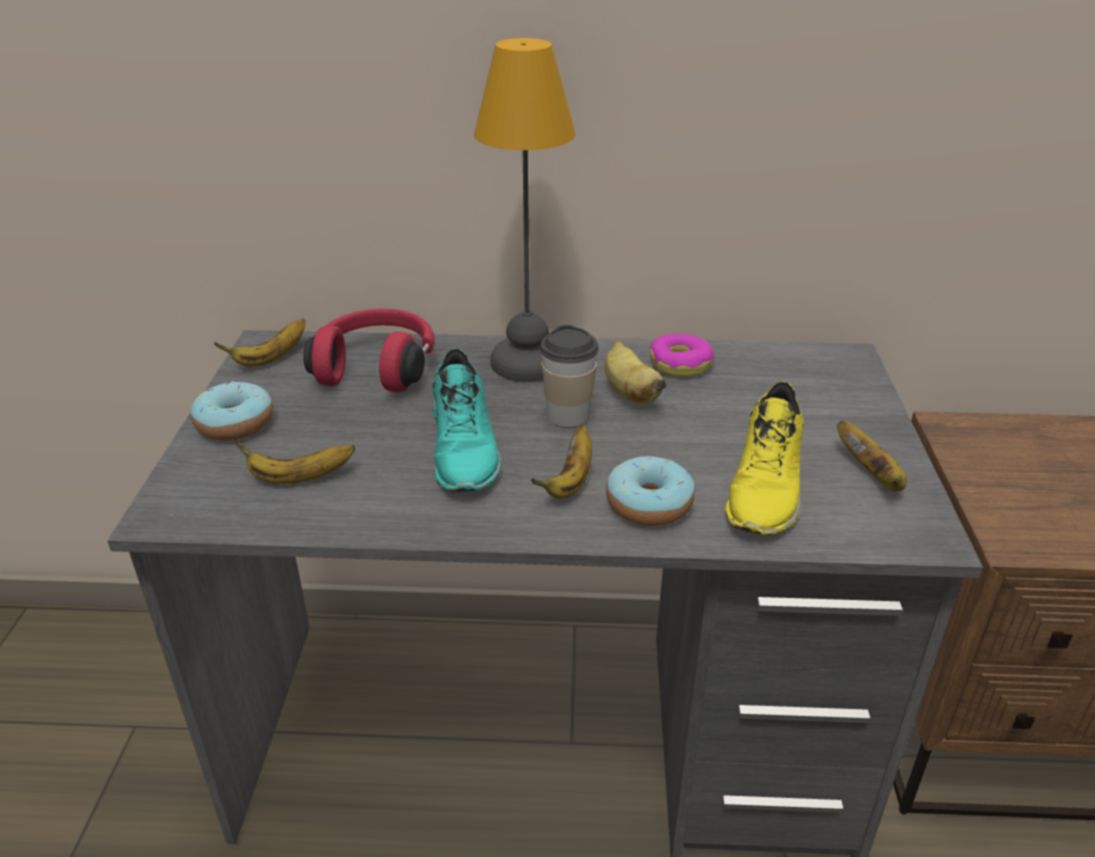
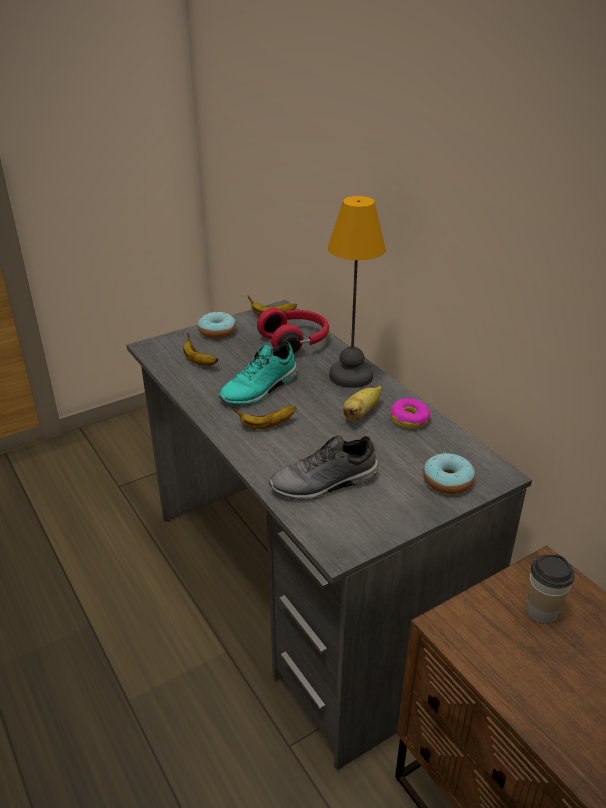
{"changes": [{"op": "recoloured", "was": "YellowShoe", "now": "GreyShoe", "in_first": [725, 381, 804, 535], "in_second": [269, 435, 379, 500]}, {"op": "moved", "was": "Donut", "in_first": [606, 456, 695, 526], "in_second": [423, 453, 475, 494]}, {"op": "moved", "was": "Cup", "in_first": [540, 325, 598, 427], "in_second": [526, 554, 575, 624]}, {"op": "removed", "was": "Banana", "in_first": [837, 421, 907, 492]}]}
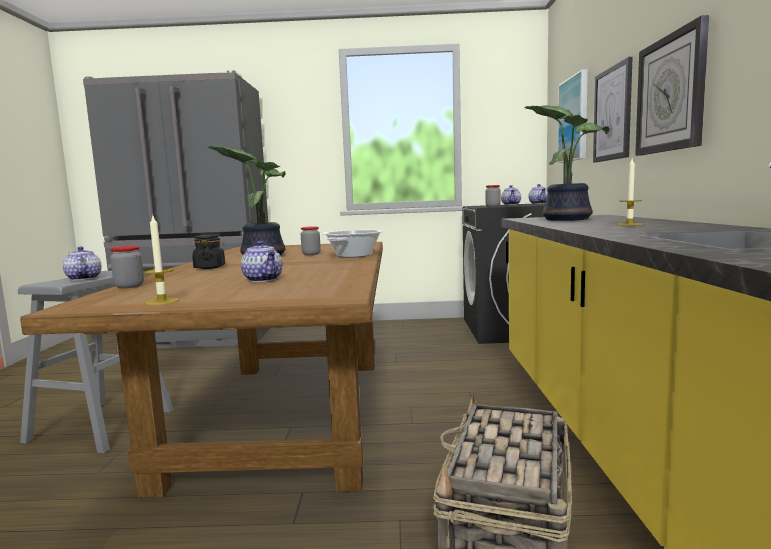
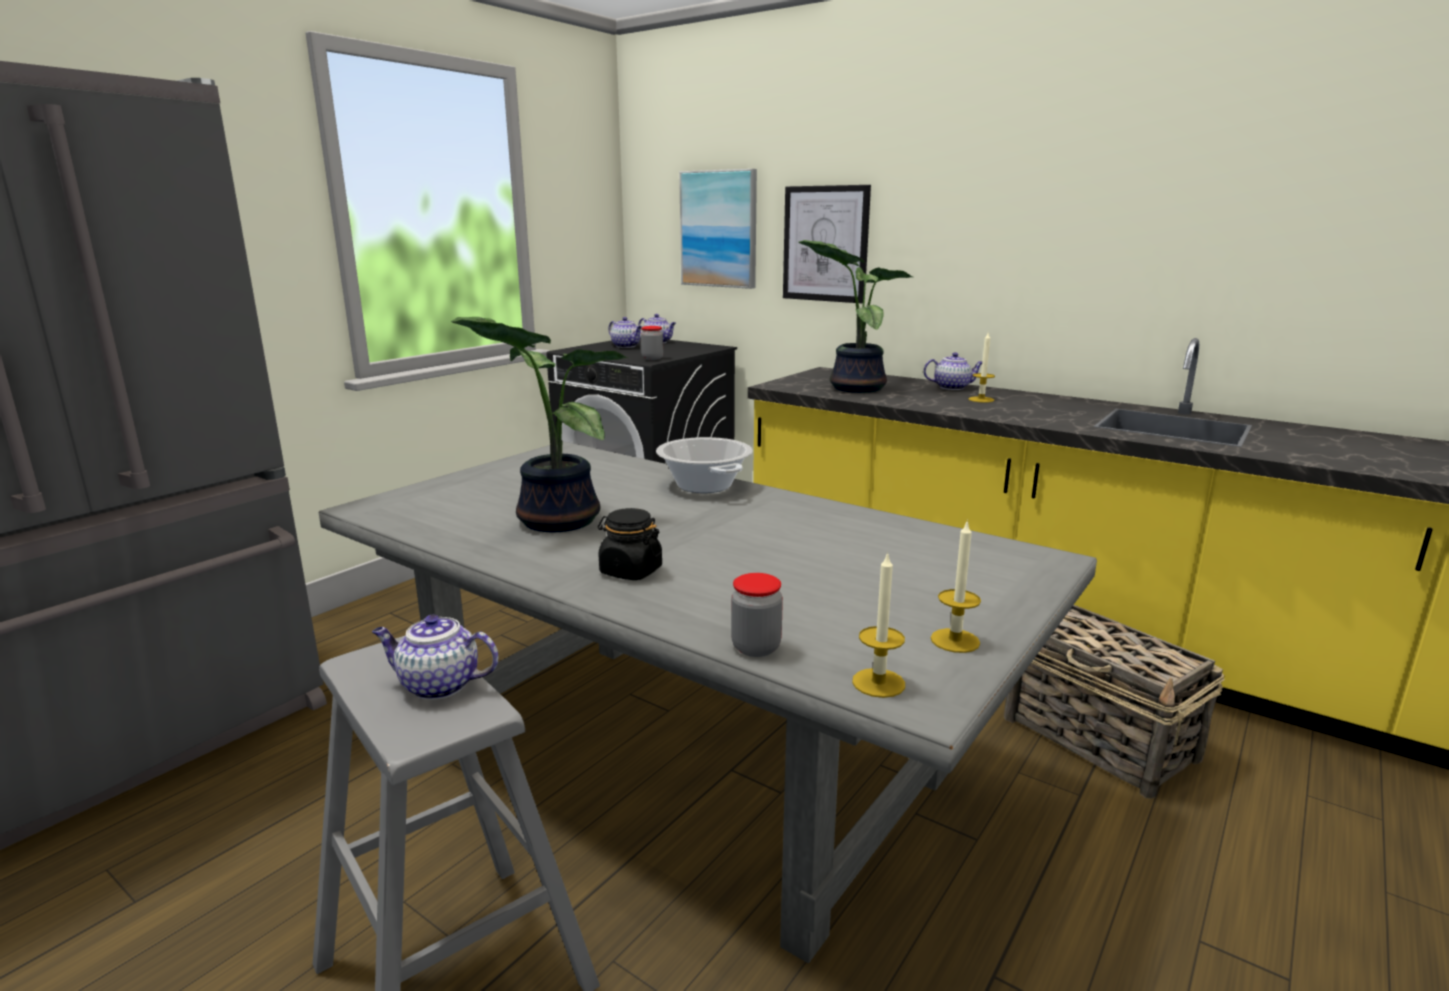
{"changes": [{"op": "recoloured", "was": "BrownDiningTable", "now": "GreyDiningTable", "in_first": [20, 242, 383, 498], "in_second": [319, 441, 1097, 963]}, {"op": "added", "now": "Candle", "in_second": [852, 552, 905, 698]}, {"op": "moved", "was": "Teapot", "in_first": [241, 241, 282, 282], "in_second": [923, 352, 982, 390]}, {"op": "removed", "was": "Jar", "in_first": [301, 226, 321, 255]}, {"op": "removed", "was": "WallClock", "in_first": [635, 15, 709, 156]}]}
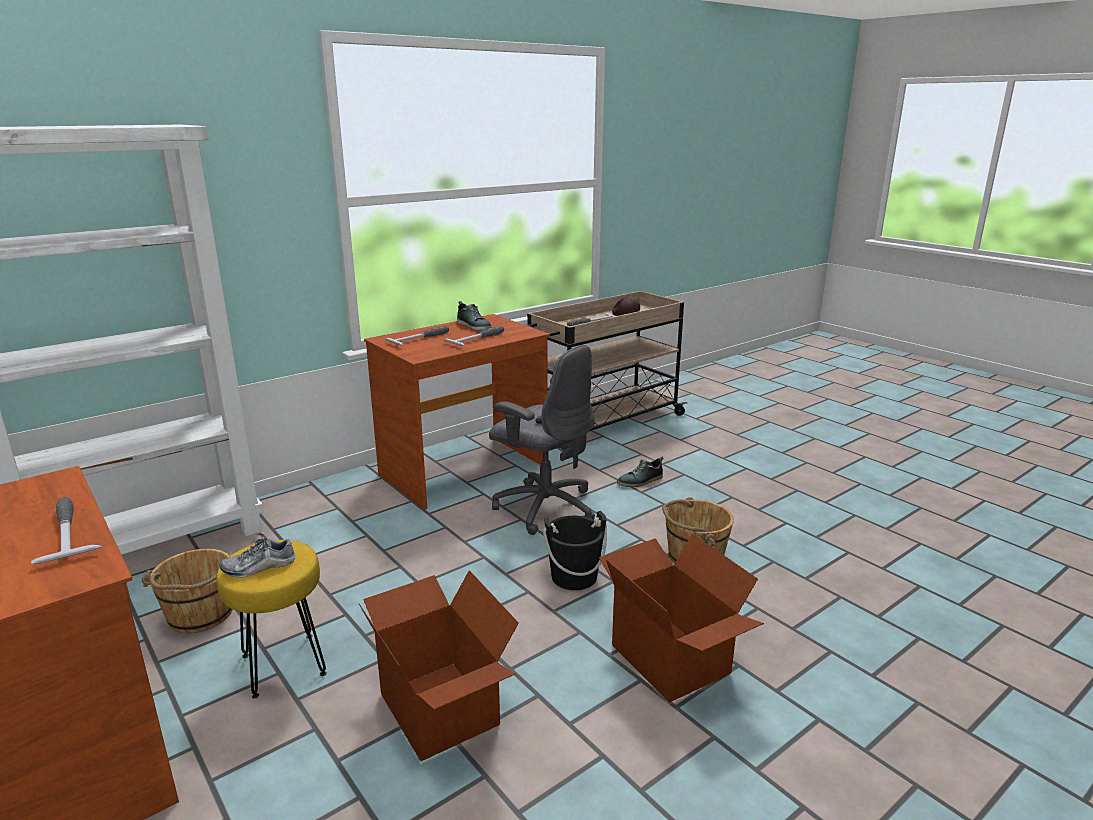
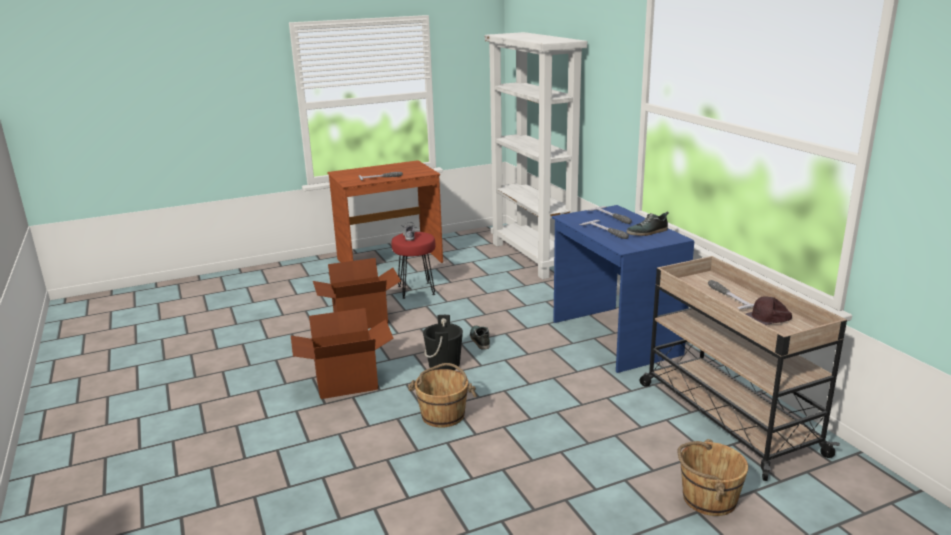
{"changes": [{"op": "recoloured", "was": "YellowStool", "now": "RedStool", "in_first": [216, 540, 327, 698], "in_second": [391, 232, 435, 299]}, {"op": "moved", "was": "Shoe", "in_first": [617, 457, 663, 487], "in_second": [470, 326, 490, 350]}, {"op": "recoloured", "was": "BrownDesk", "now": "BlueDesk", "in_first": [364, 314, 550, 510], "in_second": [552, 205, 694, 373]}, {"op": "moved", "was": "BrownBucket", "in_first": [141, 549, 232, 633], "in_second": [677, 439, 748, 516]}, {"op": "removed", "was": "GreyOfficeChair", "in_first": [489, 345, 595, 535]}]}
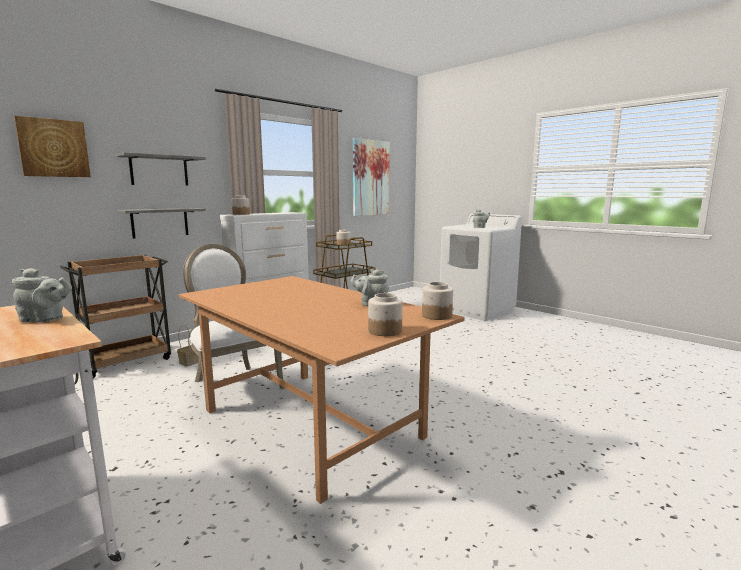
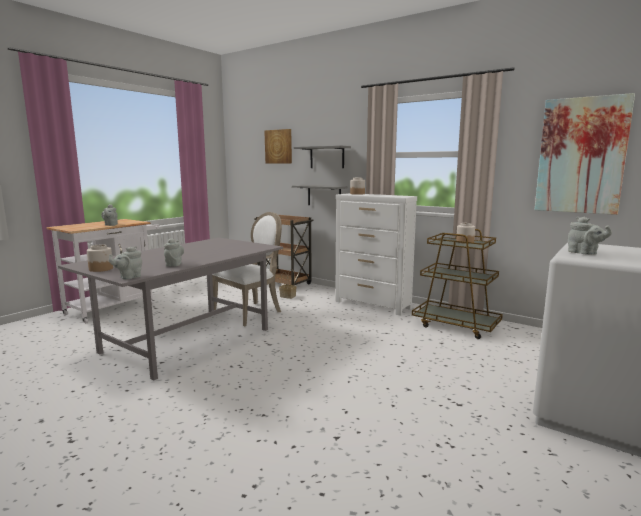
{"changes": [{"op": "recoloured", "was": "BrownDiningTable", "now": "GreyDiningTable", "in_first": [179, 276, 465, 504], "in_second": [58, 238, 283, 380]}, {"op": "replaced", "was": "Jar", "now": "GreyTeapot", "in_first": [422, 282, 453, 320], "in_second": [109, 246, 142, 280]}]}
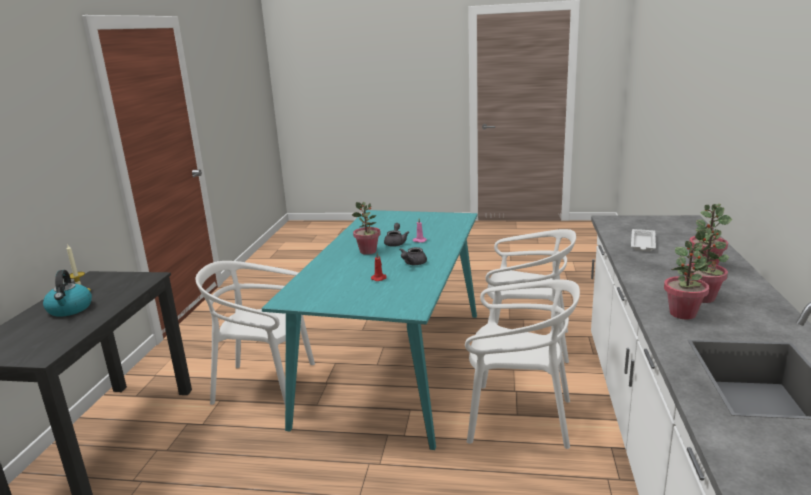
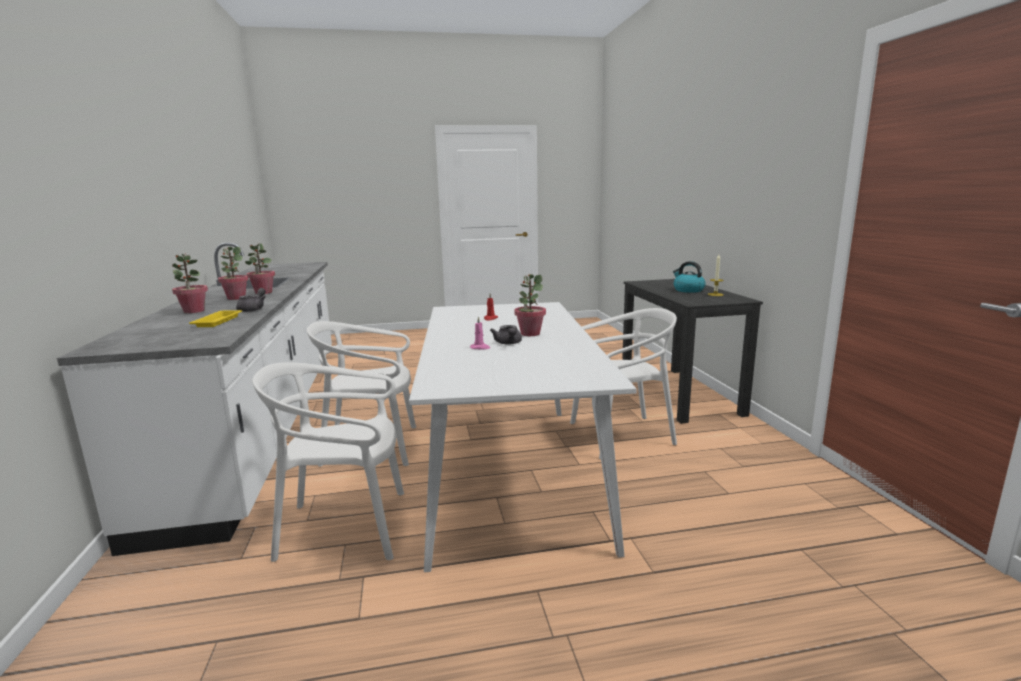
{"changes": [{"op": "recoloured", "was": "WhiteTray", "now": "YellowTray", "in_first": [631, 229, 656, 251], "in_second": [189, 310, 242, 327]}, {"op": "moved", "was": "GreyTeapot", "in_first": [400, 247, 427, 265], "in_second": [236, 288, 266, 312]}, {"op": "recoloured", "was": "TurquoiseDiningTable", "now": "WhiteDiningTable", "in_first": [261, 210, 477, 450], "in_second": [409, 302, 637, 572]}]}
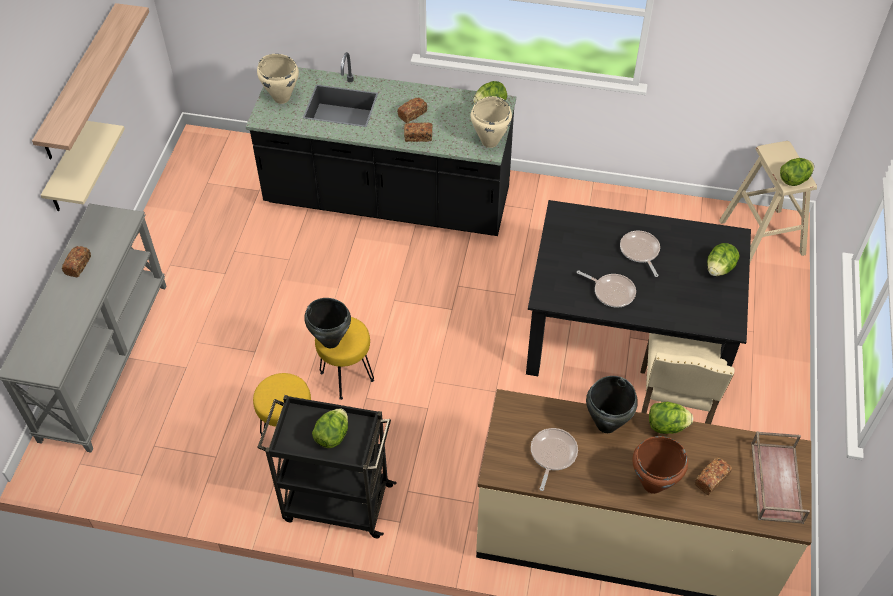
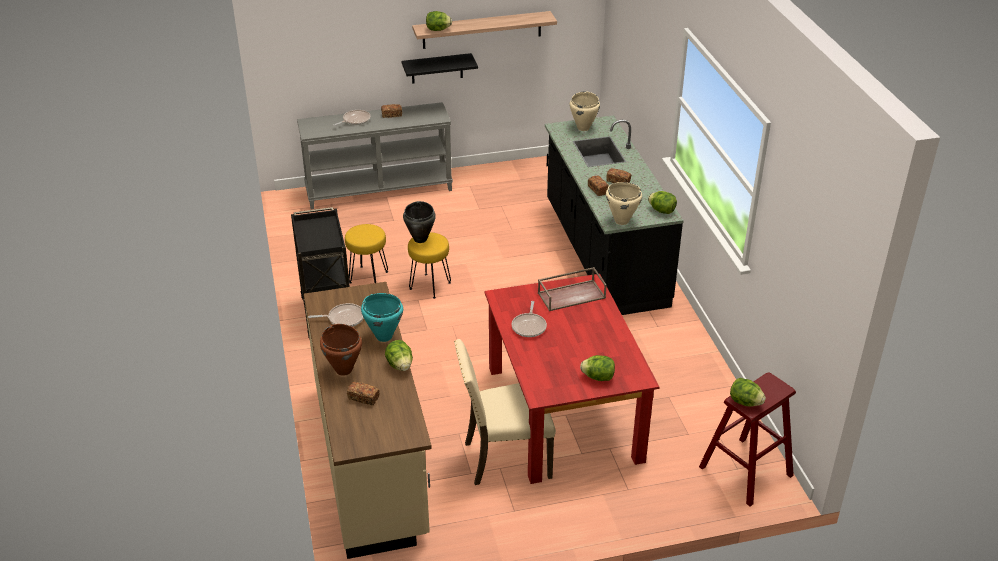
{"changes": [{"op": "moved", "was": "FryingPan", "in_first": [620, 231, 660, 277], "in_second": [333, 110, 370, 126]}, {"op": "recoloured", "was": "BlackCookingPot", "now": "TurquoiseCookingPot", "in_first": [586, 376, 638, 433], "in_second": [361, 293, 403, 342]}, {"op": "recoloured", "was": "BeigeShelf", "now": "BlackShelf", "in_first": [41, 121, 125, 211], "in_second": [402, 53, 478, 84]}, {"op": "moved", "was": "Lettuce", "in_first": [312, 409, 348, 448], "in_second": [426, 11, 452, 31]}, {"op": "recoloured", "was": "BlackDiningTable", "now": "RedDiningTable", "in_first": [526, 200, 751, 404], "in_second": [484, 274, 659, 484]}, {"op": "moved", "was": "BrownTray", "in_first": [751, 431, 810, 524], "in_second": [538, 267, 607, 311]}, {"op": "recoloured", "was": "BeigeStool", "now": "RedStool", "in_first": [719, 141, 817, 262], "in_second": [699, 372, 796, 506]}]}
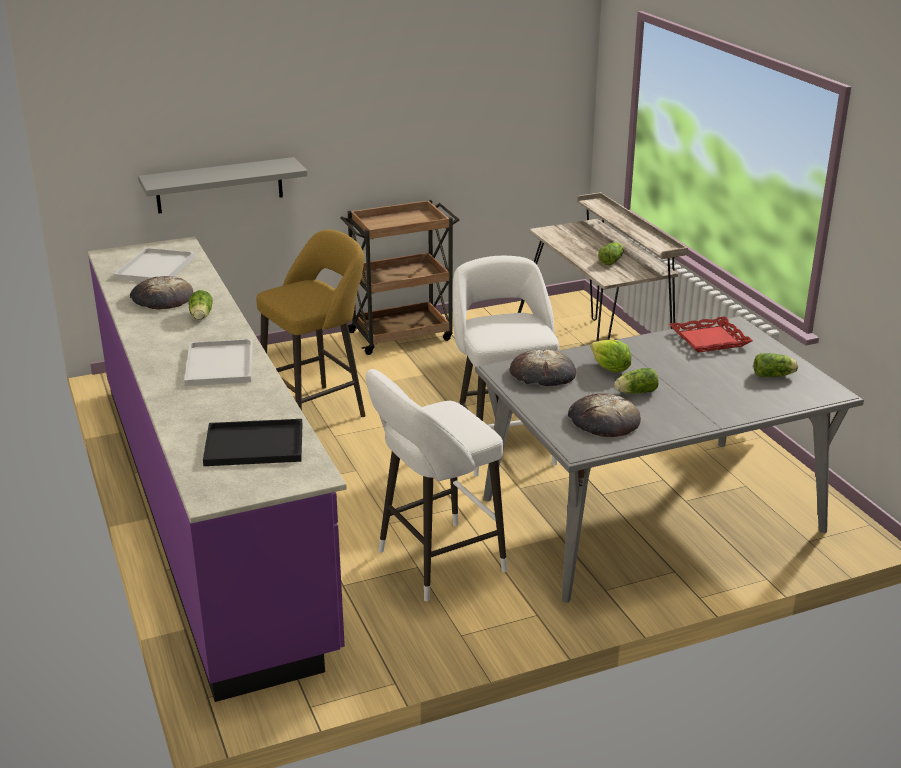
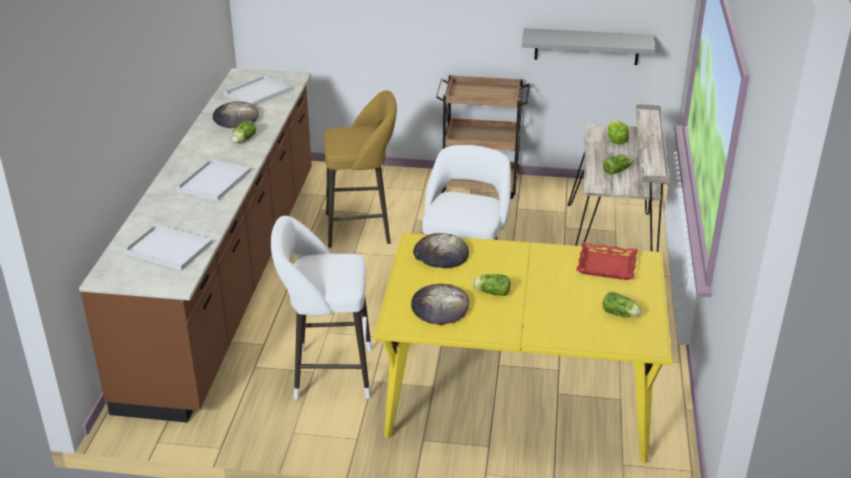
{"changes": [{"op": "recoloured", "was": "PurpleCounter", "now": "BrownCounter", "in_first": [88, 237, 347, 702], "in_second": [79, 68, 312, 423]}, {"op": "recoloured", "was": "BlackTray", "now": "WhiteTray", "in_first": [203, 419, 302, 466], "in_second": [123, 224, 212, 271]}, {"op": "recoloured", "was": "GreyDiningTable", "now": "YellowDiningTable", "in_first": [475, 316, 864, 603], "in_second": [373, 233, 672, 463]}, {"op": "moved", "was": "GreyShelf", "in_first": [138, 157, 308, 213], "in_second": [522, 28, 655, 65]}, {"op": "moved", "was": "Lettuce", "in_first": [591, 340, 631, 373], "in_second": [607, 121, 629, 144]}]}
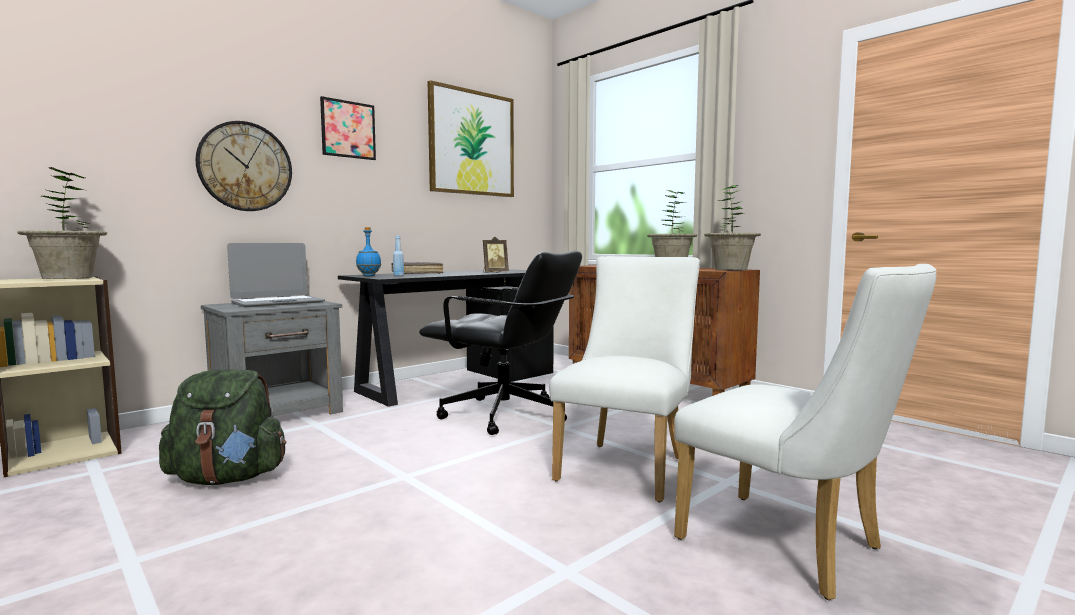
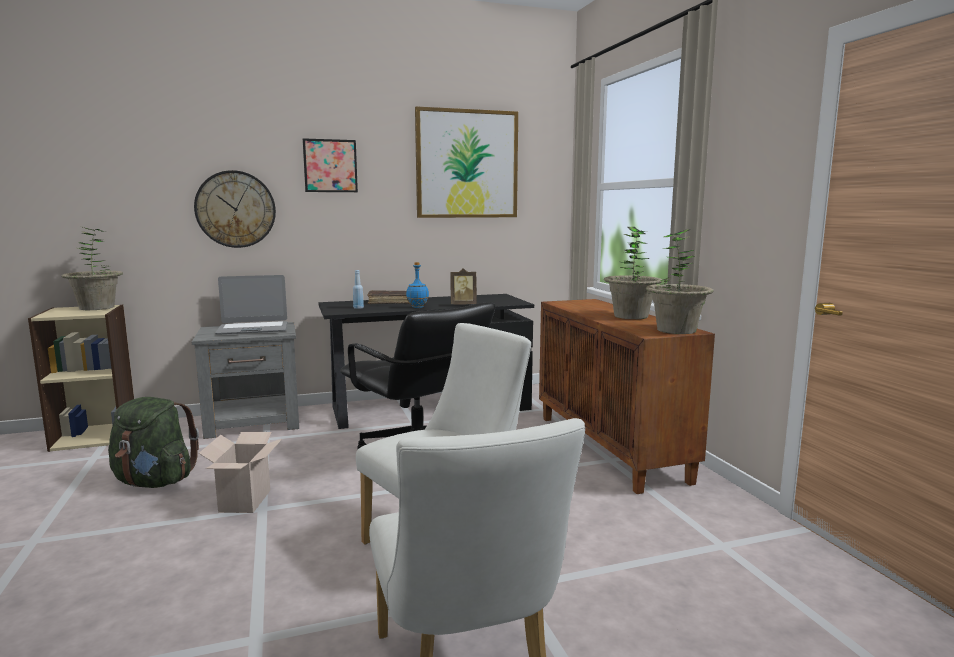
{"changes": [{"op": "added", "now": "CardboardBox", "in_second": [199, 432, 282, 513]}, {"op": "moved", "was": "BlueBottle", "in_first": [356, 227, 381, 276], "in_second": [406, 262, 429, 308]}]}
